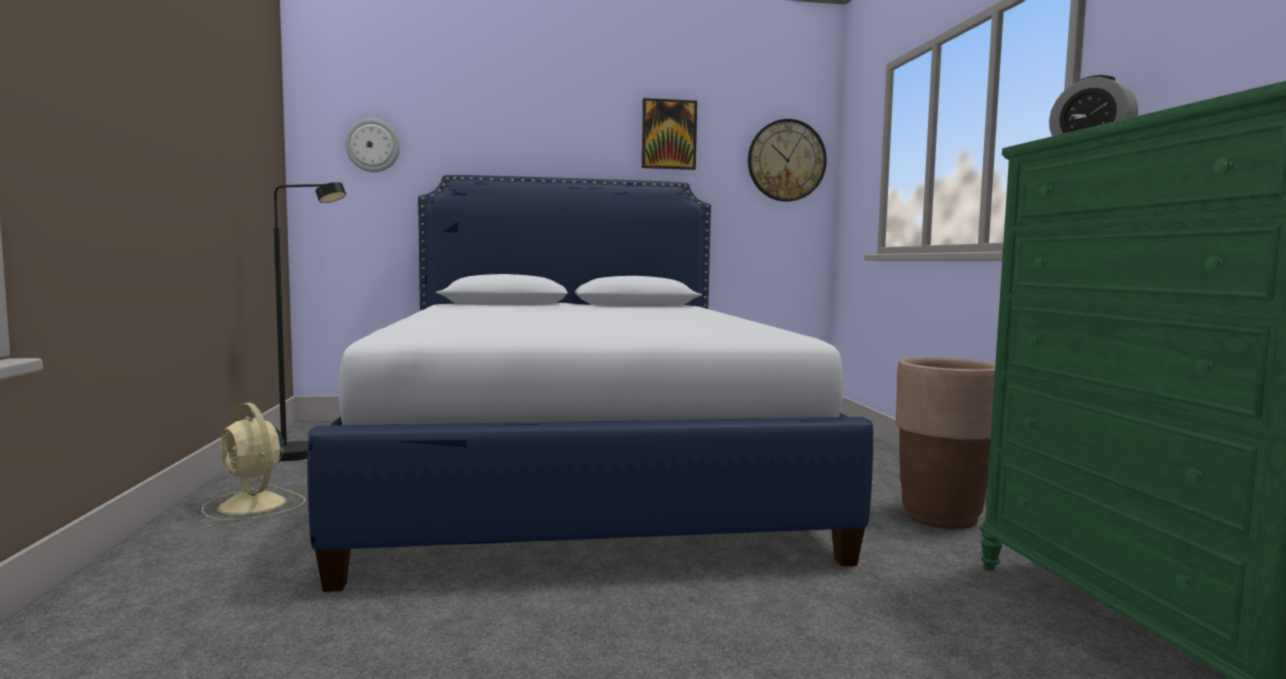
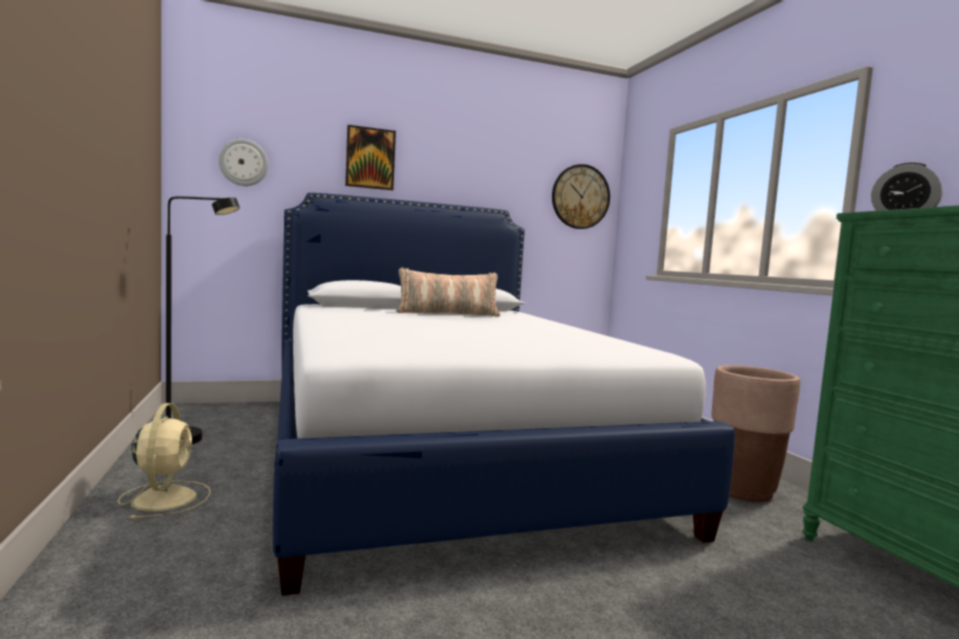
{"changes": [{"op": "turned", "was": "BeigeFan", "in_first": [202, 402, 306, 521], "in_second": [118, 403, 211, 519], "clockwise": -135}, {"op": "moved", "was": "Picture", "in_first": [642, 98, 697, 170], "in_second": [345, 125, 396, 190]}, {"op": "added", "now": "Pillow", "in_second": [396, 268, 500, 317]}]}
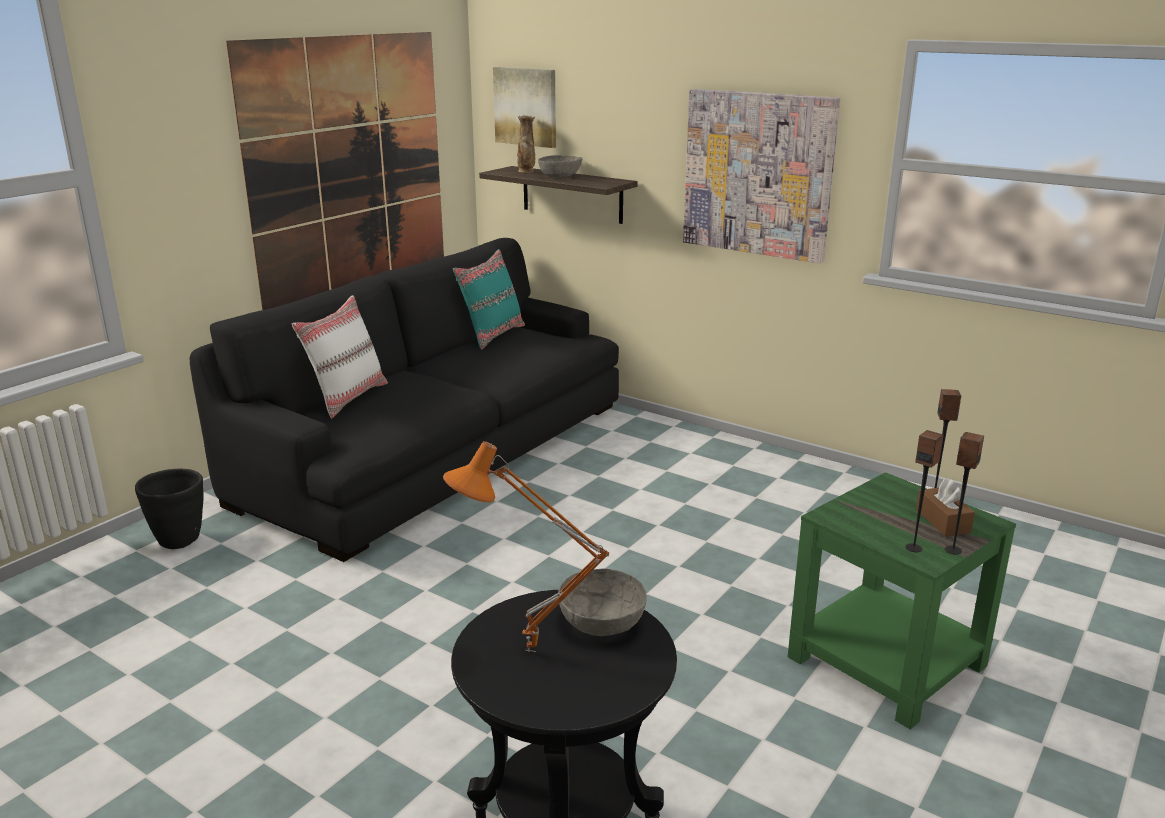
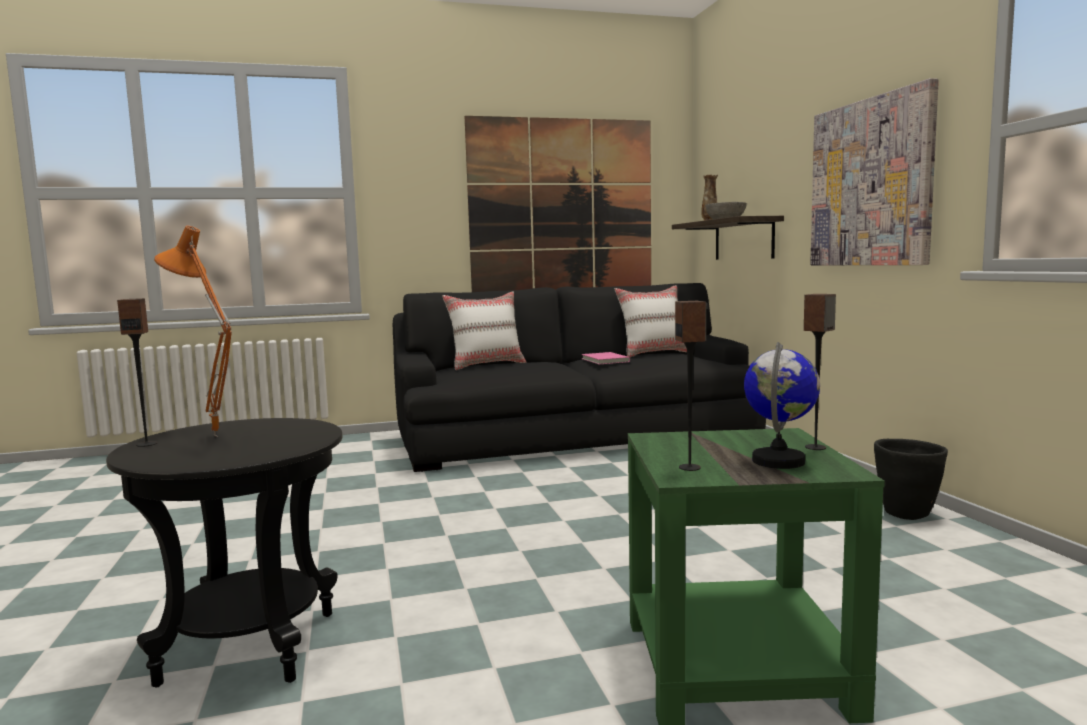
{"changes": [{"op": "moved", "was": "Speaker", "in_first": [945, 432, 984, 555], "in_second": [117, 298, 158, 447]}, {"op": "added", "now": "PinkBook", "in_second": [581, 352, 630, 364]}, {"op": "recoloured", "was": "TurquoisePillow", "now": "WhitePillow", "in_first": [453, 249, 525, 350], "in_second": [615, 285, 687, 357]}, {"op": "replaced", "was": "BrownTissueBox", "now": "Globe", "in_first": [916, 479, 975, 536], "in_second": [744, 342, 820, 469]}, {"op": "moved", "was": "BlackPlanter", "in_first": [135, 469, 203, 549], "in_second": [874, 439, 948, 520]}, {"op": "removed", "was": "Picture", "in_first": [493, 67, 556, 148]}, {"op": "removed", "was": "GreyBowl", "in_first": [558, 568, 647, 636]}]}
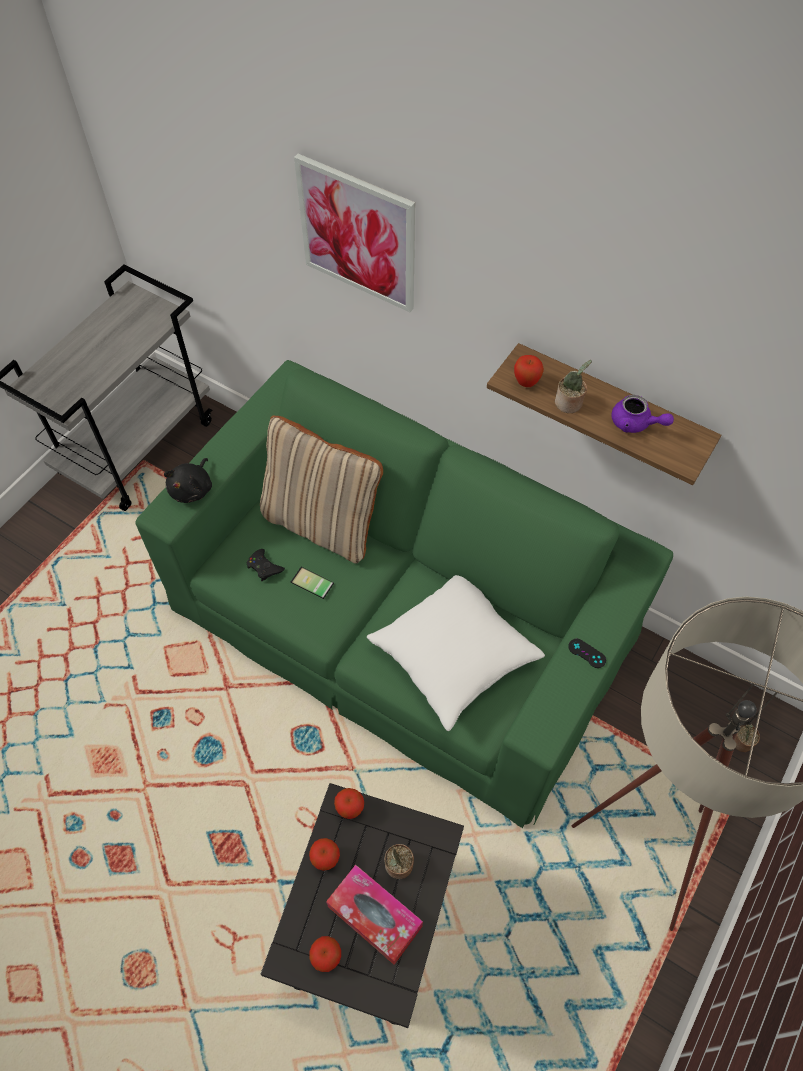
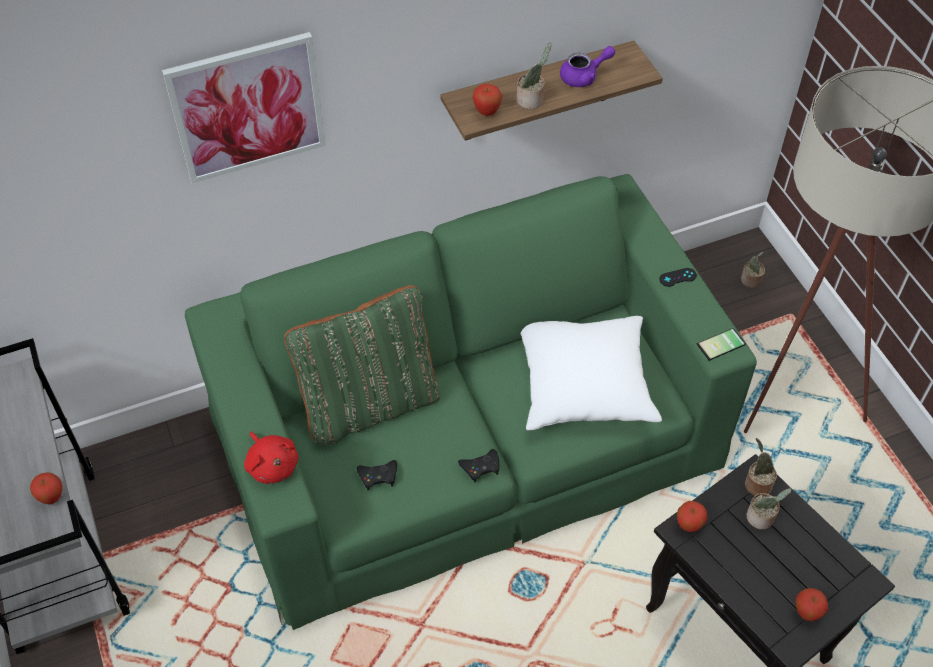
{"changes": [{"op": "moved", "was": "Apple", "in_first": [309, 838, 340, 871], "in_second": [30, 472, 62, 505]}, {"op": "recoloured", "was": "BlackPlushToy", "now": "RedPlushToy", "in_first": [164, 458, 212, 503], "in_second": [244, 431, 298, 484]}, {"op": "recoloured", "was": "BeigePillow", "now": "GreenPillow", "in_first": [260, 416, 383, 564], "in_second": [284, 285, 440, 445]}, {"op": "added", "now": "BlackGameController", "in_second": [458, 449, 500, 482]}, {"op": "moved", "was": "Phone", "in_first": [291, 567, 334, 599], "in_second": [697, 328, 746, 361]}, {"op": "added", "now": "PottedPlant", "in_second": [745, 438, 777, 496]}, {"op": "removed", "was": "TissueBox", "in_first": [326, 865, 423, 965]}]}
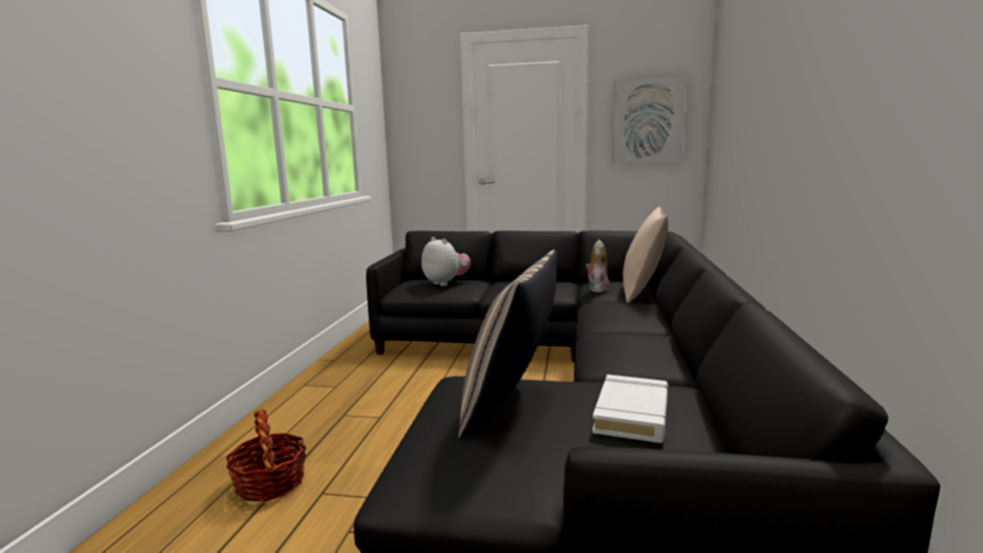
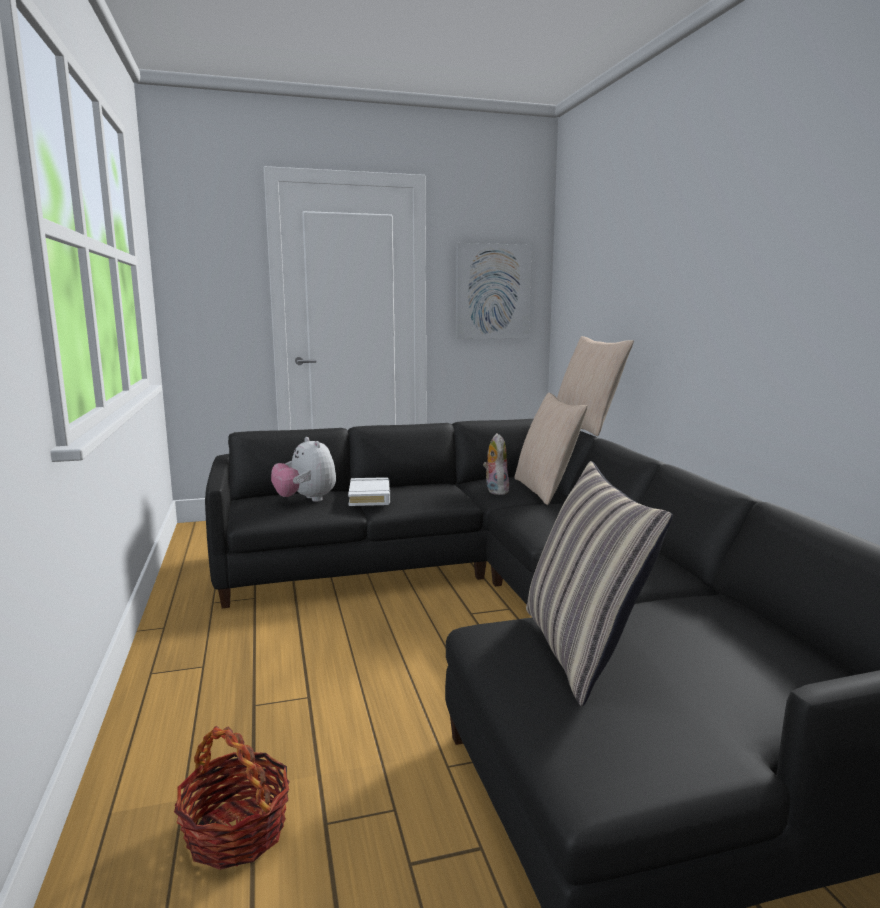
{"changes": [{"op": "turned", "was": "PlushToy", "in_first": [421, 237, 471, 286], "in_second": [271, 437, 336, 502], "clockwise": -150}, {"op": "moved", "was": "WhiteBook", "in_first": [592, 374, 669, 443], "in_second": [348, 477, 390, 506]}, {"op": "added", "now": "BeigePillow", "in_second": [557, 336, 634, 436]}]}
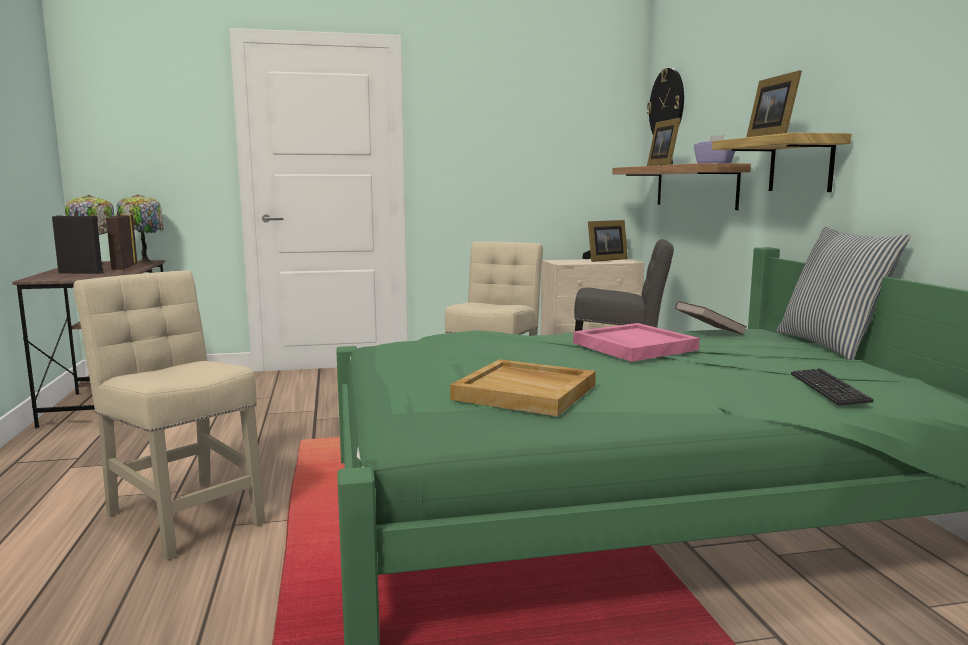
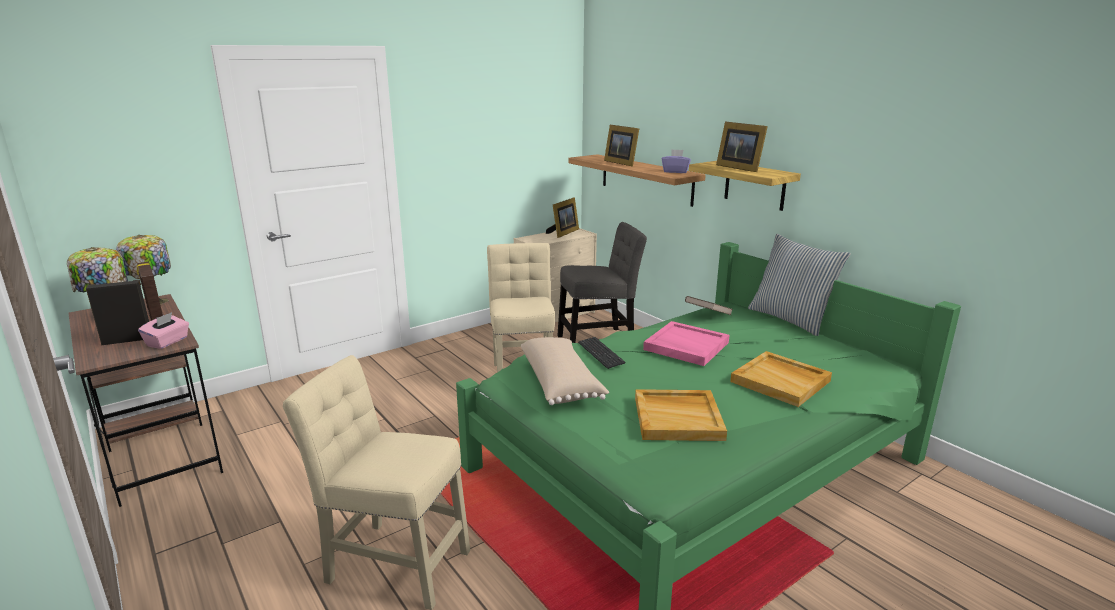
{"changes": [{"op": "added", "now": "PinkTissueBox", "in_second": [138, 312, 189, 349]}, {"op": "added", "now": "BeigePillow", "in_second": [521, 337, 609, 405]}, {"op": "moved", "was": "Keyboard", "in_first": [791, 368, 874, 406], "in_second": [578, 337, 625, 369]}, {"op": "added", "now": "BeigeTray", "in_second": [730, 351, 832, 407]}, {"op": "removed", "was": "WallClock", "in_first": [647, 68, 684, 134]}]}
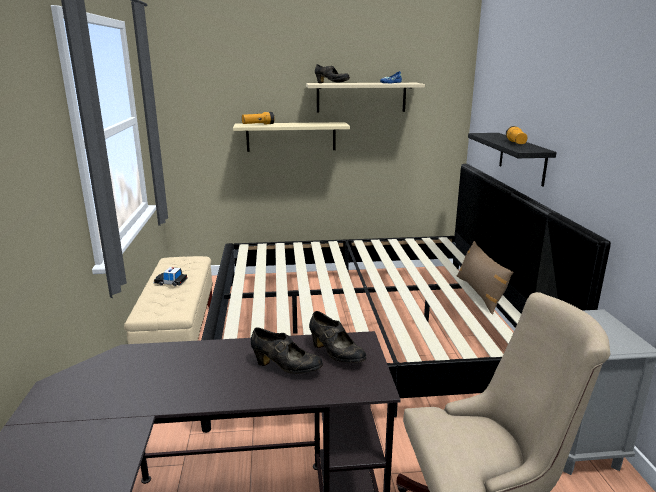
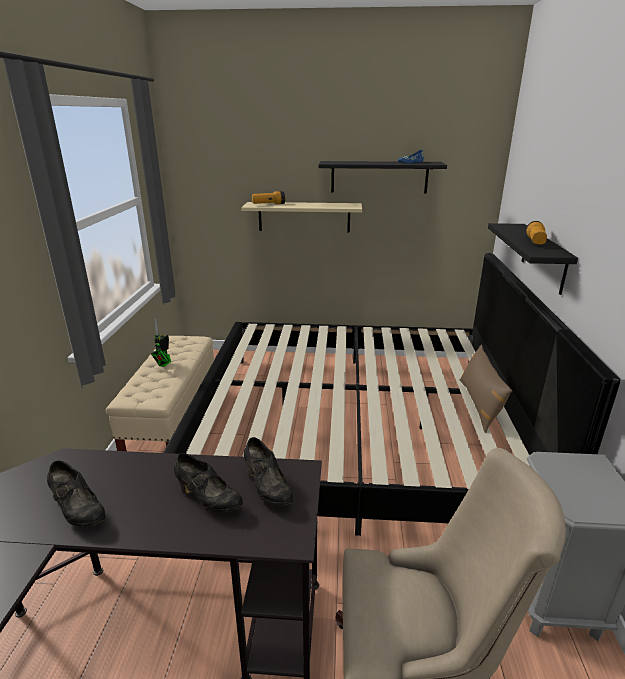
{"changes": [{"op": "moved", "was": "BlackShoe", "in_first": [315, 64, 350, 83], "in_second": [47, 461, 106, 527]}, {"op": "replaced", "was": "ToyCar", "now": "ToyRobot", "in_first": [154, 267, 188, 286], "in_second": [151, 318, 171, 367]}, {"op": "recoloured", "was": "BeigeShelf", "now": "BlackShelf", "in_first": [306, 83, 425, 113], "in_second": [319, 161, 447, 194]}]}
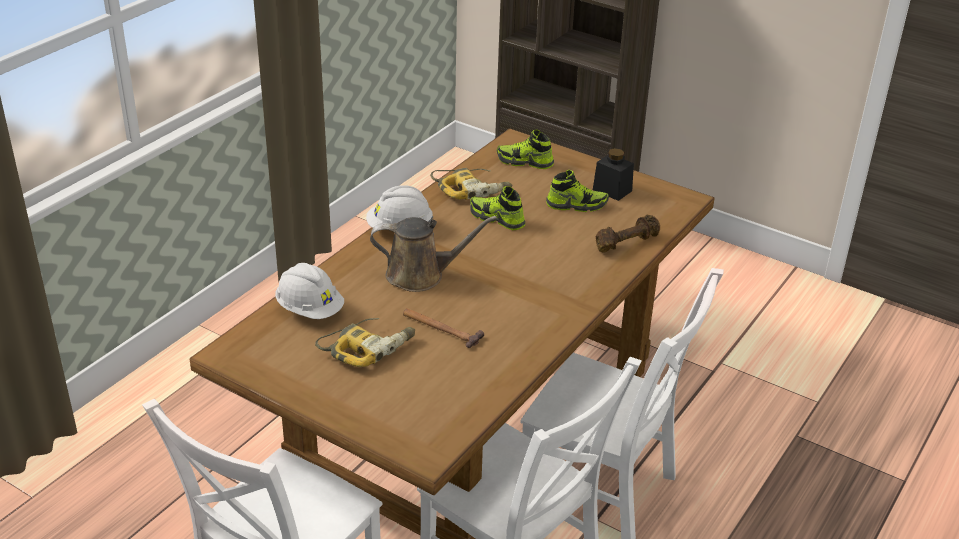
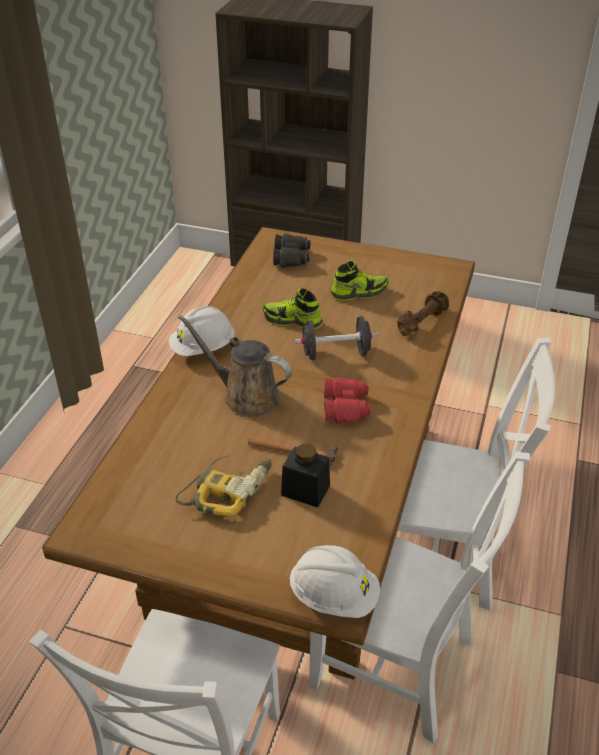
{"changes": [{"op": "turned", "was": "BrownWateringCan", "in_first": [370, 216, 497, 292], "in_second": [178, 315, 292, 417], "clockwise": -135}, {"op": "replaced", "was": "Shoe", "now": "BlackBinoculars", "in_first": [497, 130, 554, 169], "in_second": [273, 233, 311, 268]}, {"op": "moved", "was": "BlackJar", "in_first": [593, 148, 634, 201], "in_second": [281, 444, 330, 508]}, {"op": "moved", "was": "WhiteHardHat", "in_first": [275, 263, 344, 319], "in_second": [289, 545, 380, 618]}, {"op": "added", "now": "BlackDumbbell", "in_second": [295, 316, 378, 360]}, {"op": "added", "now": "RedBinoculars", "in_second": [324, 376, 371, 424]}, {"op": "removed", "was": "PowerDrill", "in_first": [430, 168, 512, 200]}]}
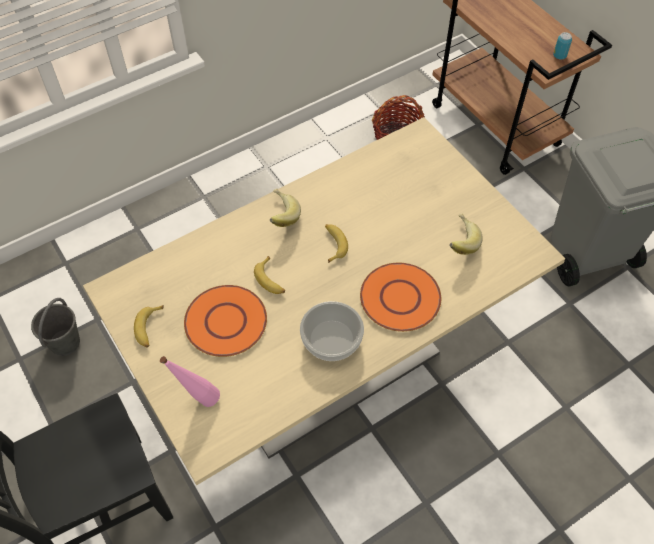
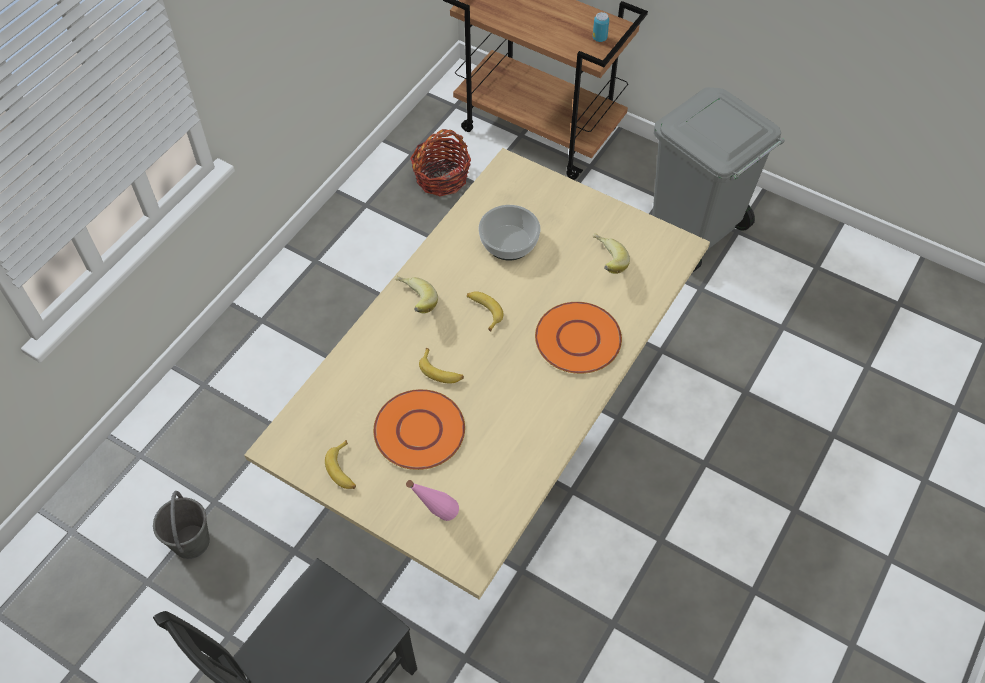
{"changes": [{"op": "moved", "was": "Bowl", "in_first": [300, 301, 364, 361], "in_second": [479, 205, 540, 261]}]}
